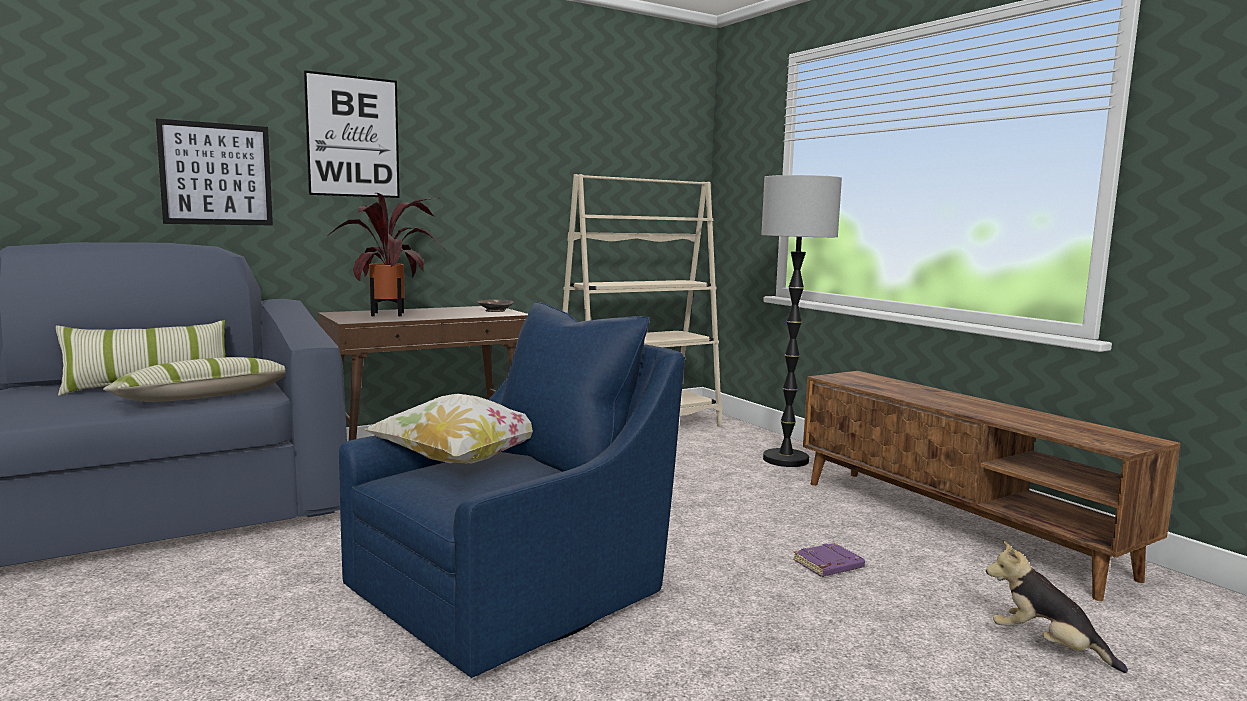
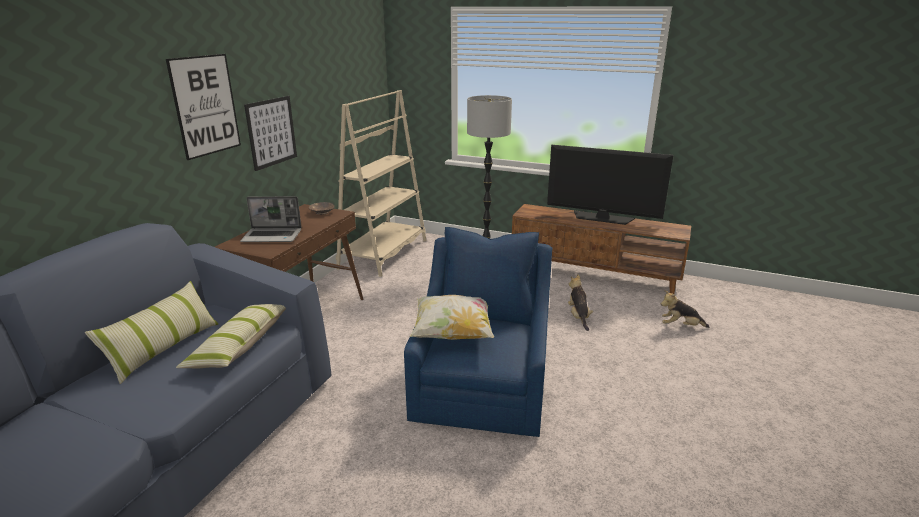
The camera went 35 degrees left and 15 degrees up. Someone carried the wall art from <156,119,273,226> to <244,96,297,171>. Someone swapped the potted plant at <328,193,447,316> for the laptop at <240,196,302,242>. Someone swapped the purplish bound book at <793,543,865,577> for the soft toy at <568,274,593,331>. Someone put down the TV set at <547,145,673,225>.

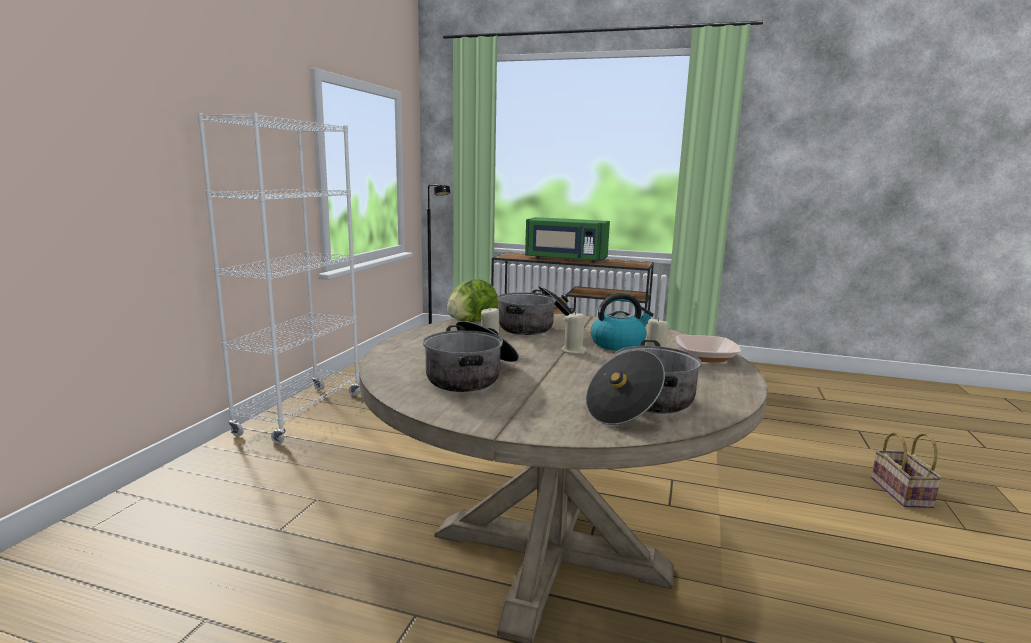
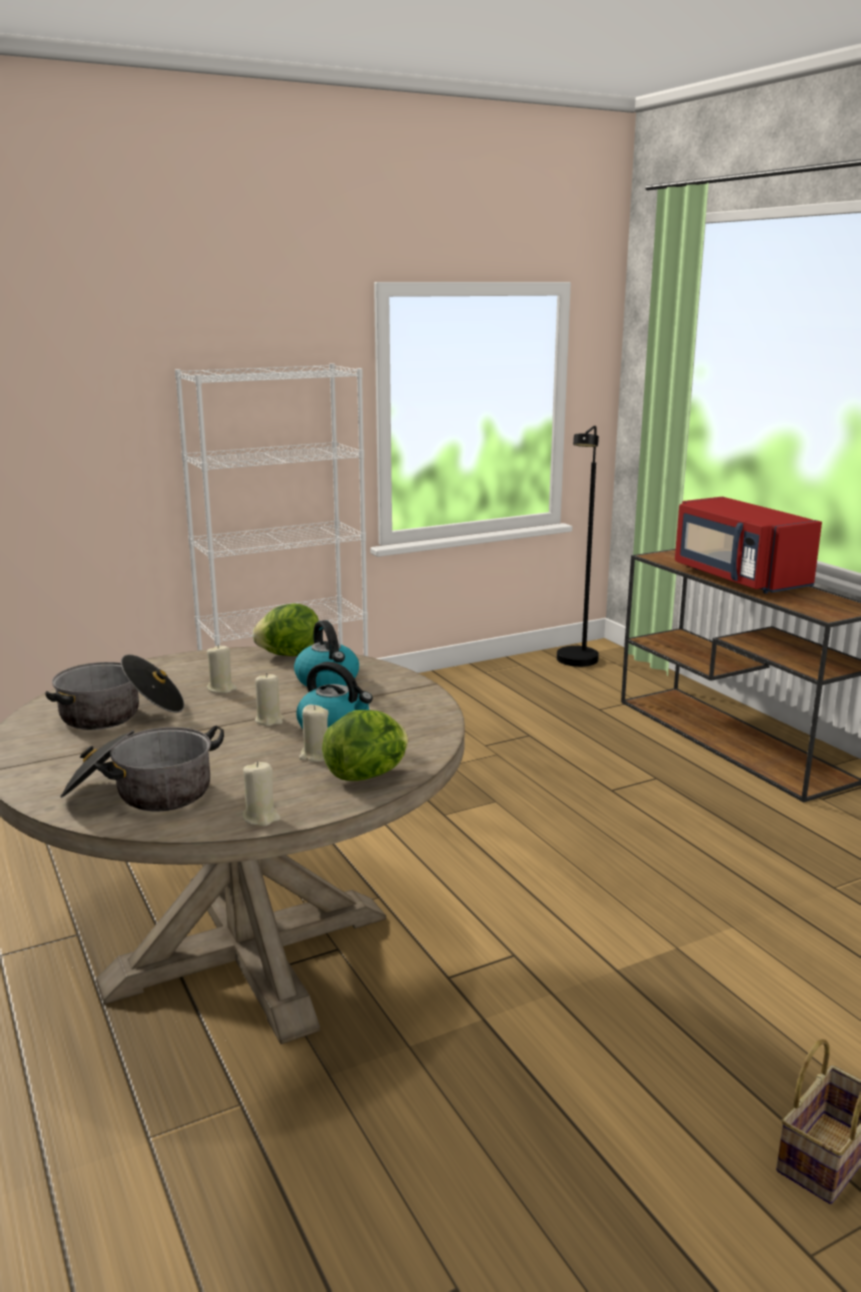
The camera went 45 degrees right and 5 degrees up. Someone repainted the greenish microwave oven at <525,217,610,263>, which became the red-coloured microwave oven at <675,497,822,594>. Someone swapped the saucepot at <497,286,573,335> for the water kettle at <294,620,359,688>. Someone swapped the deep dish at <675,335,741,363> for the lettuce at <322,710,408,781>. Someone put down the sand-coloured candle at <242,761,281,826>.

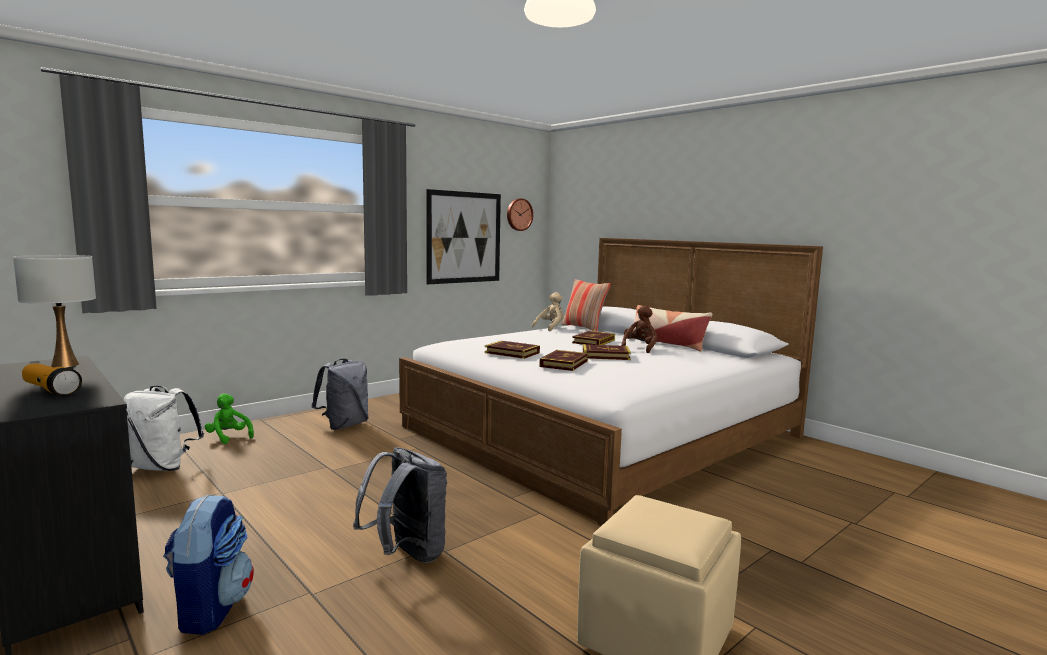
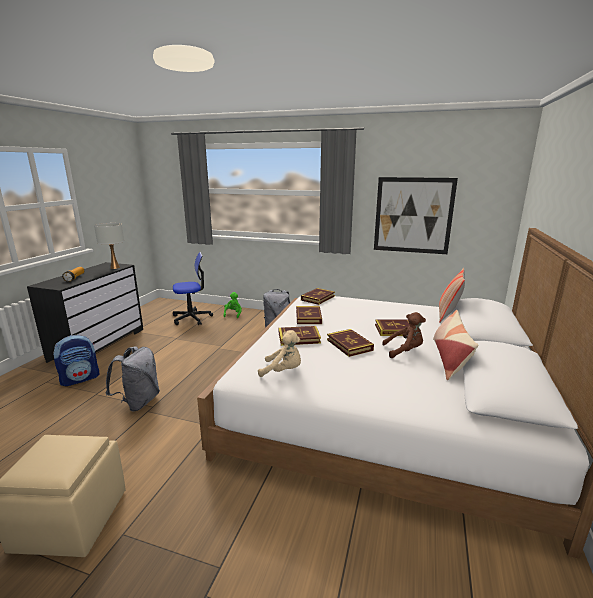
The camera went 60 degrees right and 10 degrees up. Someone took away the clock on the wall at <507,198,533,231>. Someone carried the sand-coloured soft toy from <532,292,563,331> to <258,330,301,377>. Someone swapped the white-coloured knapsack at <124,386,204,471> for the computer chair at <173,252,213,325>. Someone put down the bound book at <301,288,335,305>.

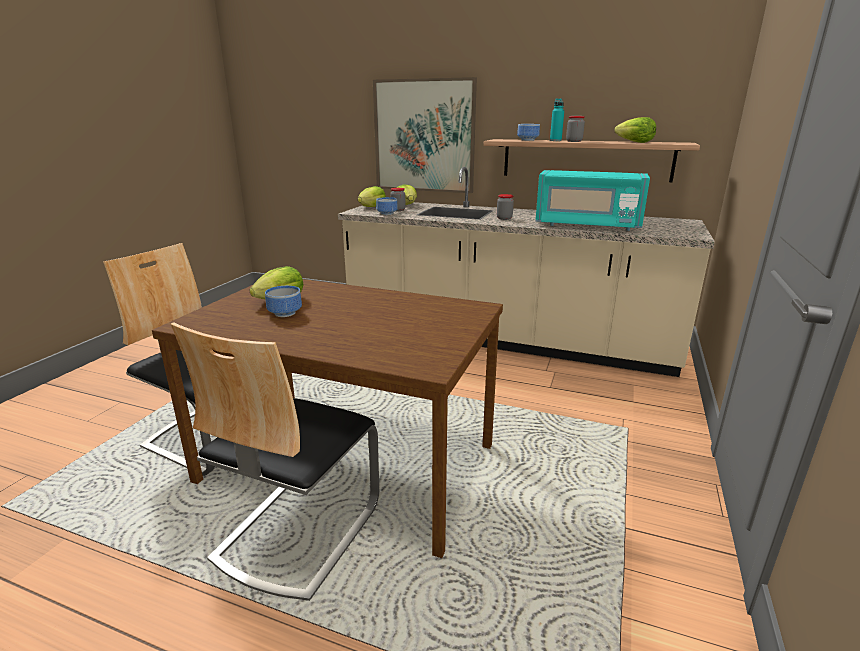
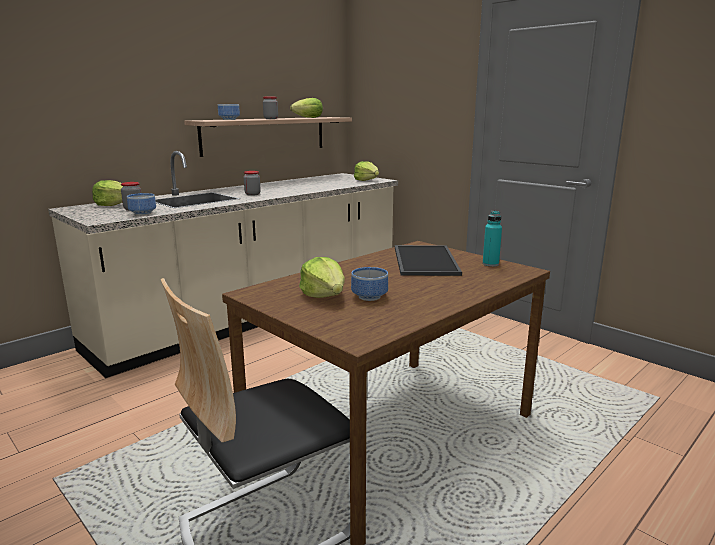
The camera went 65 degrees left and 5 degrees down. Someone took away the wall art at <373,77,477,193>. Someone carried the turquoise bottle from <550,98,564,141> to <483,211,502,267>. Someone took away the turquoise microwave oven at <536,170,650,231>. Someone carried the lettuce from <358,186,386,207> to <354,161,379,181>. Someone took away the chair at <171,322,379,601>. Someone put down the tray at <395,245,462,276>.

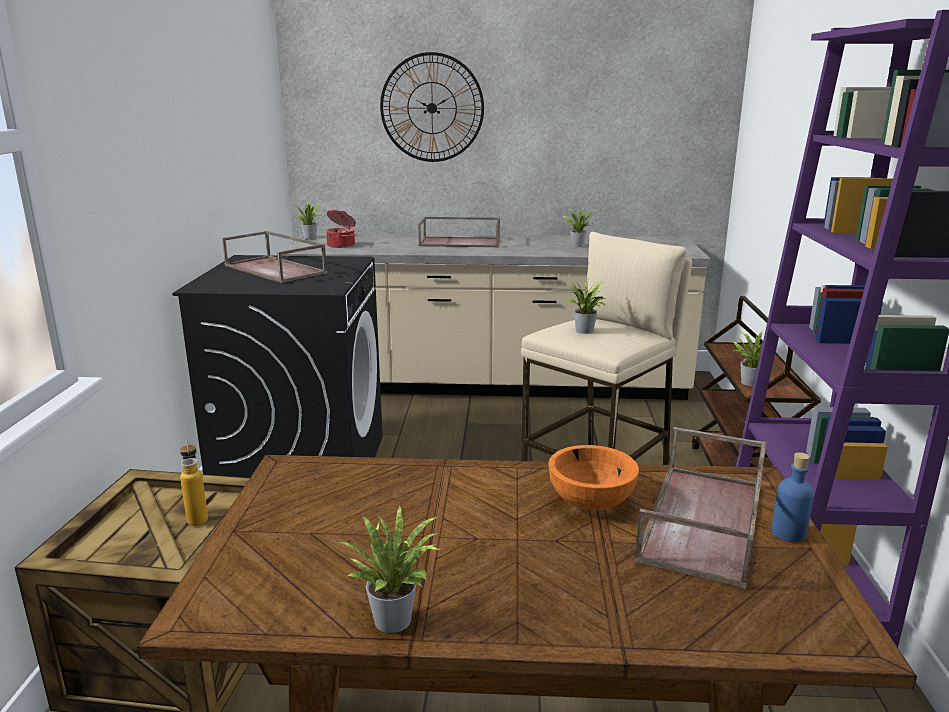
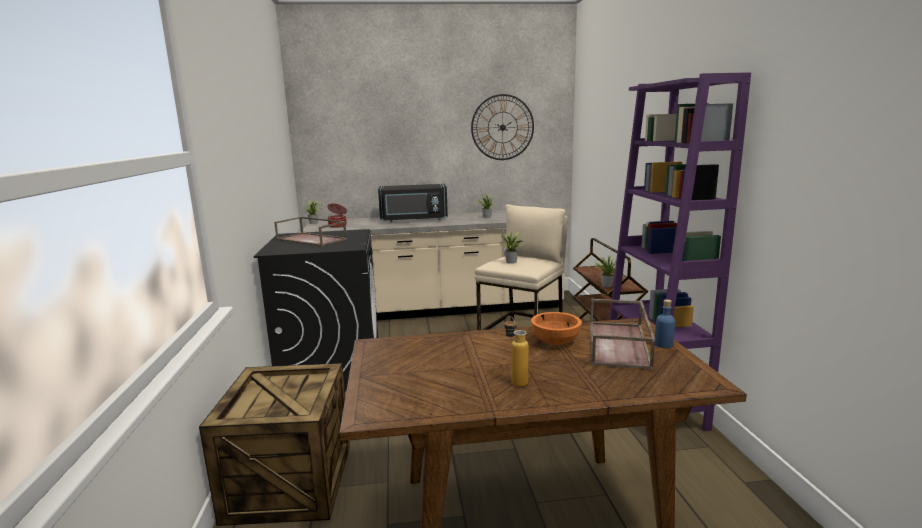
The camera went 10 degrees left and 5 degrees down. Someone carried the clock on the wall from <380,52,484,162> to <471,94,534,160>. Someone swapped the brown tray at <418,217,500,247> for the blackish microwave oven at <378,184,448,222>. Someone carried the bottle from <180,439,208,526> to <504,316,528,387>. Someone took away the potted plant at <339,506,440,633>.

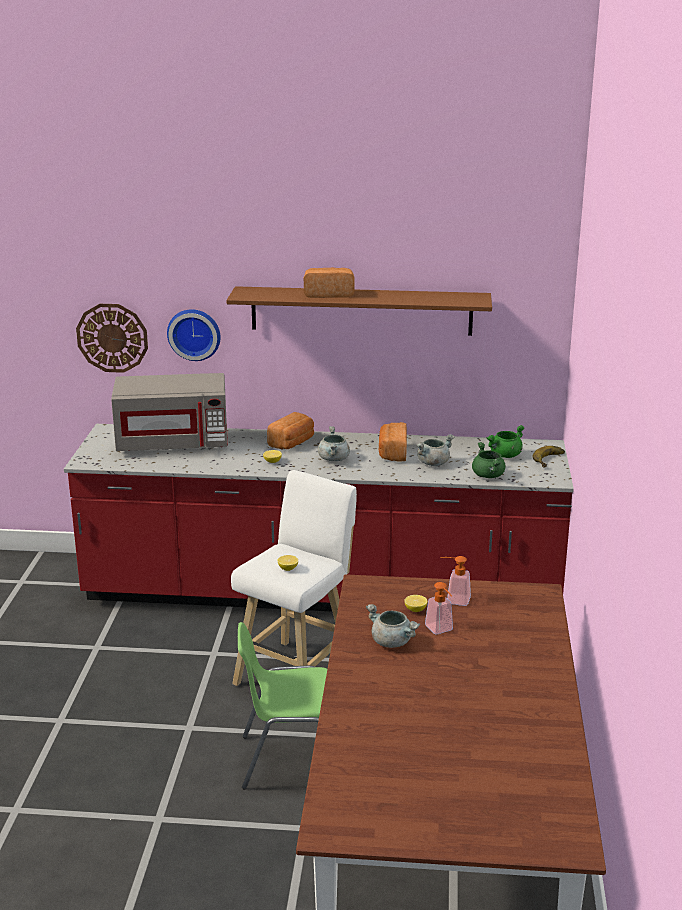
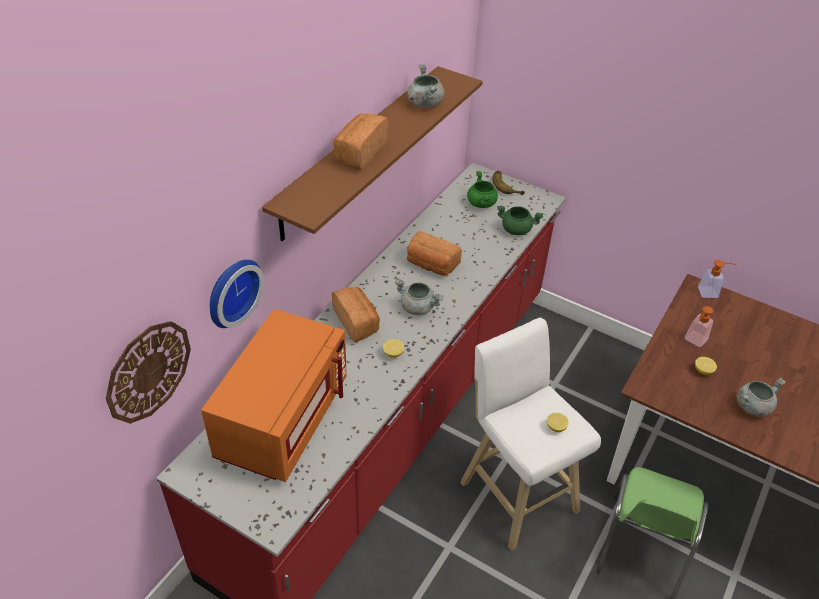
The camera went 65 degrees left and 20 degrees up. Someone repainted the gray microwave oven at <111,373,228,451>, which became the orange microwave oven at <201,309,347,482>. Someone carried the gray saucepot from <416,434,454,466> to <408,64,445,108>. Someone carried the soap dispenser from <425,582,453,634> to <698,260,737,298>.

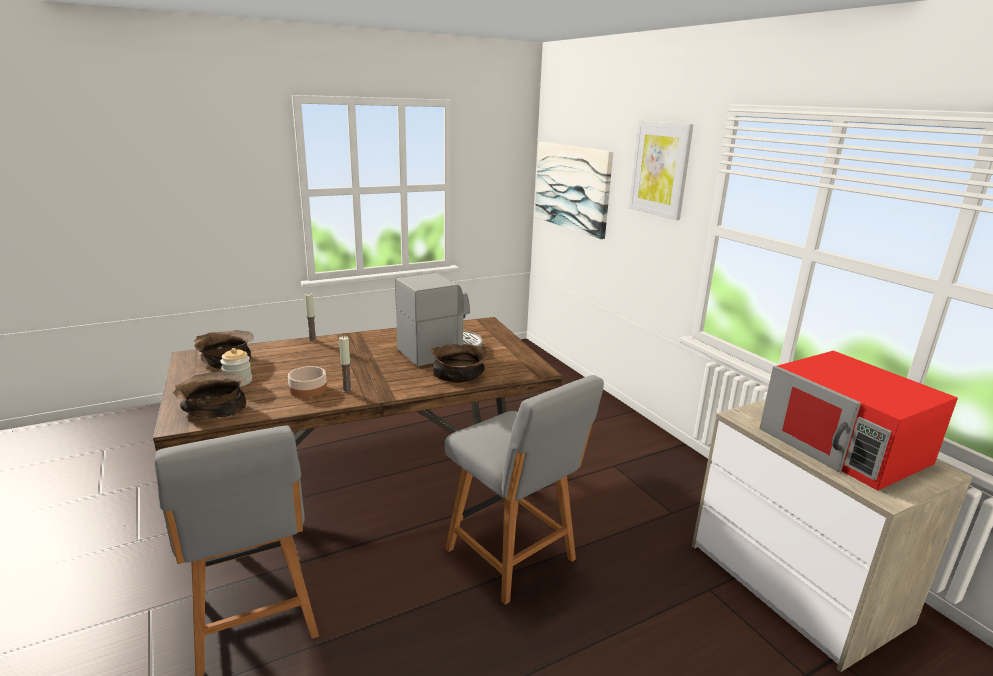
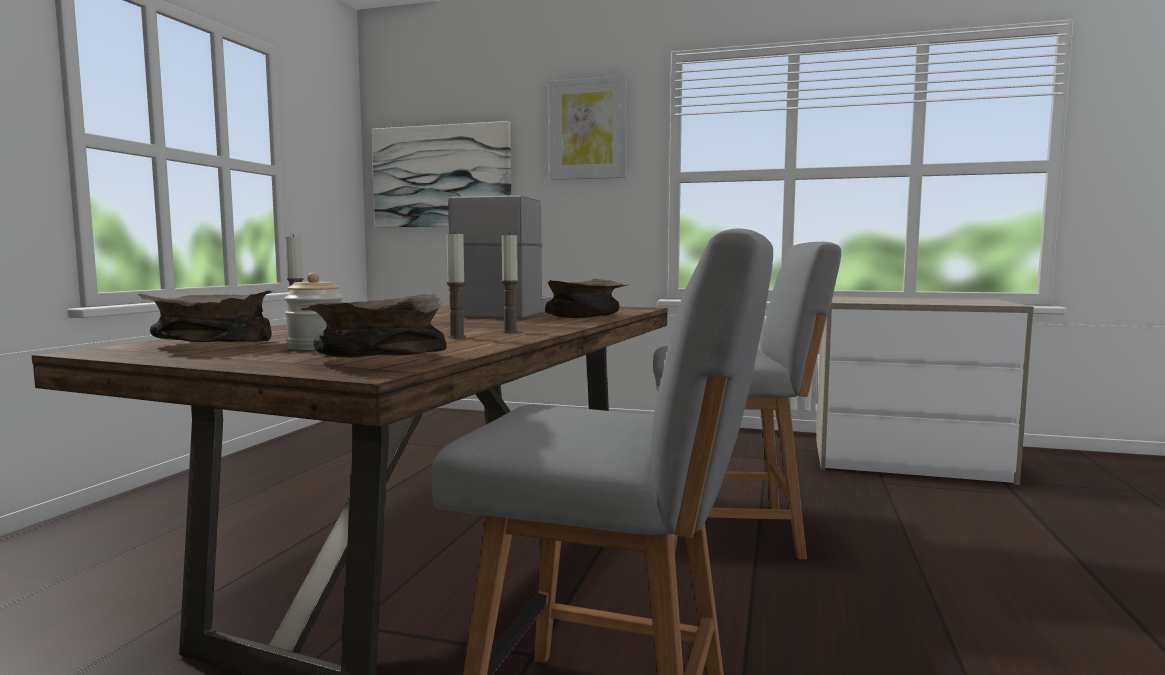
The camera went 45 degrees left and 15 degrees down. Someone took away the red-coloured microwave oven at <759,351,958,491>. Someone swapped the deep dish at <288,366,327,398> for the candle at <447,231,466,338>.

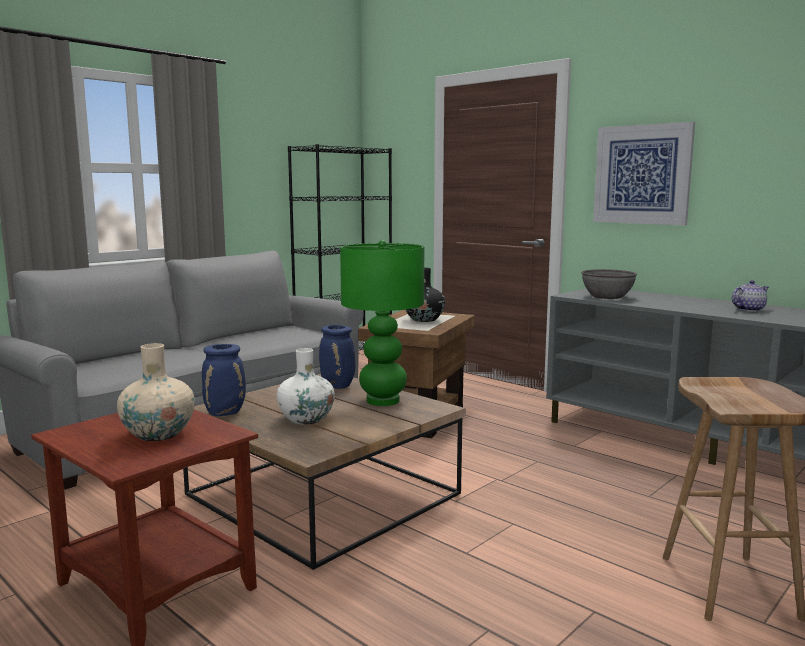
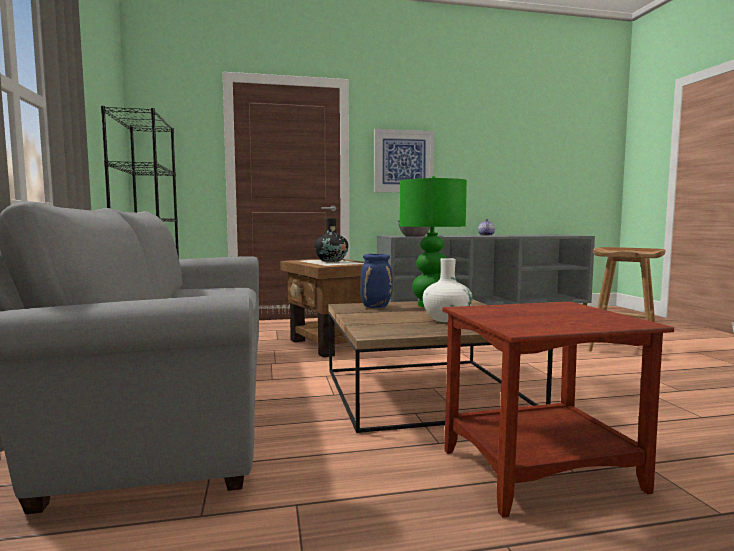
The camera went 55 degrees left and 5 degrees down. Someone took away the sand-coloured vase at <117,343,195,441>. Someone took away the bluish vase at <202,344,246,416>.

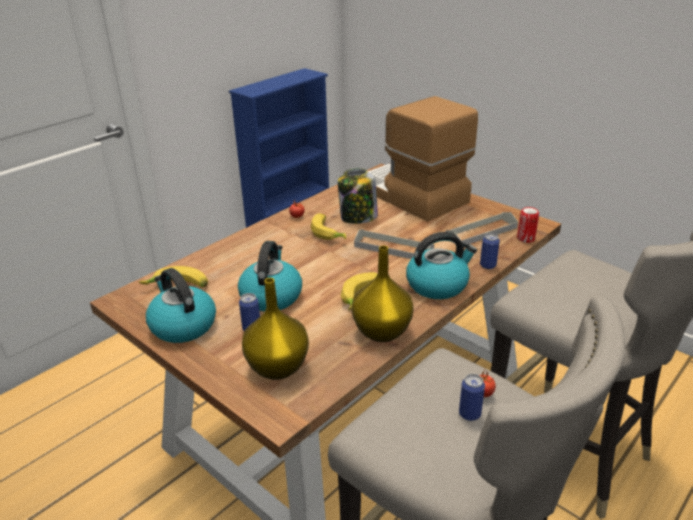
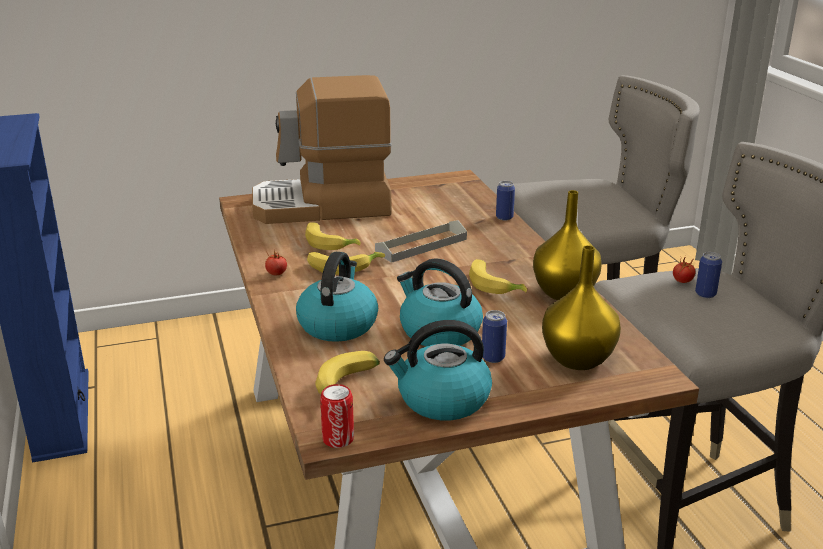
The camera went 60 degrees left and 5 degrees down. Someone swapped the preserve jar at <338,168,378,224> for the whole banana at <305,222,361,250>. Someone carried the metal can from <517,207,539,243> to <320,384,354,448>. Someone took away the gray tray at <446,212,518,244>. Someone carried the water kettle from <406,232,477,299> to <296,252,378,342>.

